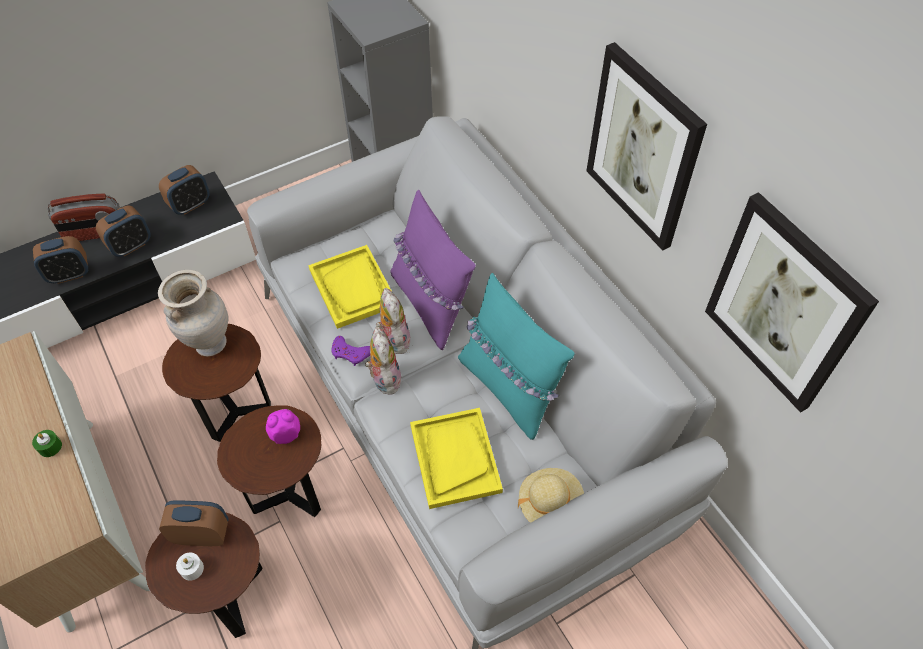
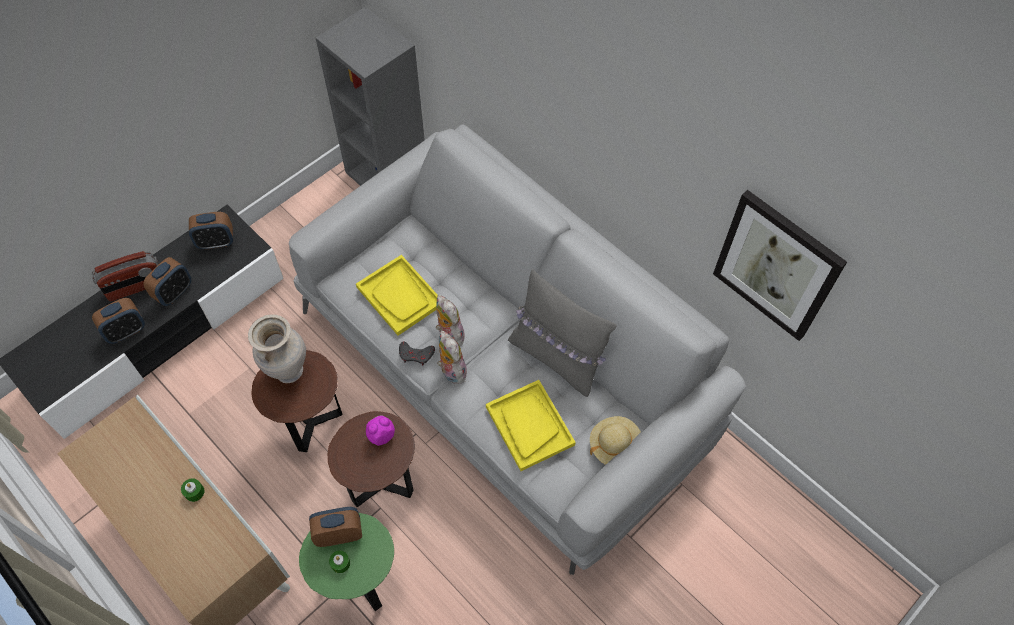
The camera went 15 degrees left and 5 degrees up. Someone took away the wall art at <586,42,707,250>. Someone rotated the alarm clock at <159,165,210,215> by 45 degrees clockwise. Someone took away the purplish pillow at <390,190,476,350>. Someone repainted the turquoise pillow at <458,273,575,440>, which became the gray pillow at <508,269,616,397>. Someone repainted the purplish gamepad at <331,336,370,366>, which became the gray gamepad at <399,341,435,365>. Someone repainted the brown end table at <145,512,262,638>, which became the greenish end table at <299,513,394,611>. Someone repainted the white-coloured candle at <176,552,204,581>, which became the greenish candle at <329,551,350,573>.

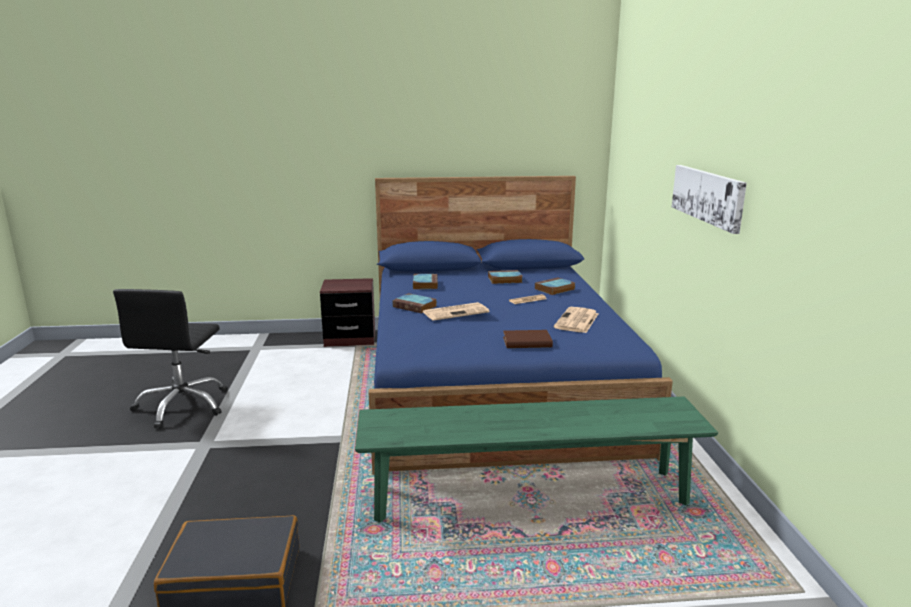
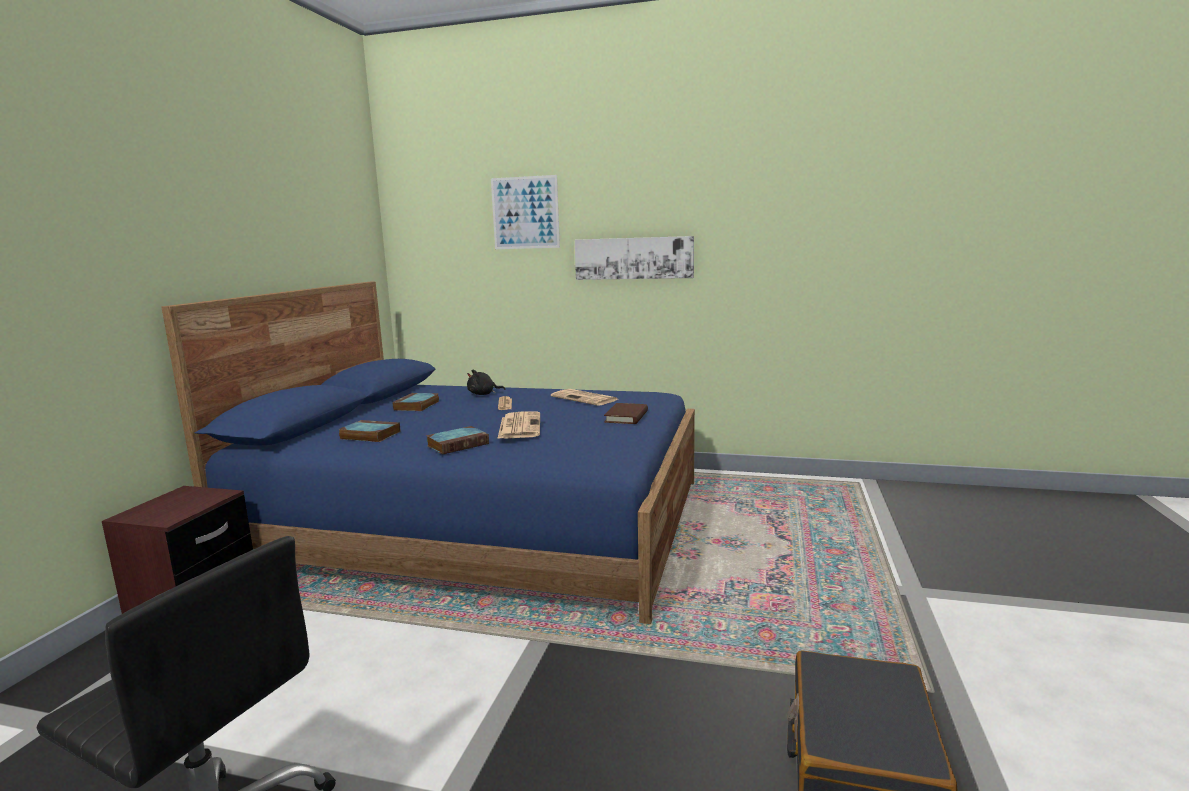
The camera went 70 degrees left and 5 degrees down. Someone swapped the bound book at <535,277,575,295> for the blackish soft toy at <467,370,506,395>. Someone took away the greenish long seat at <355,397,718,523>. Someone put up the wall art at <491,175,560,249>.

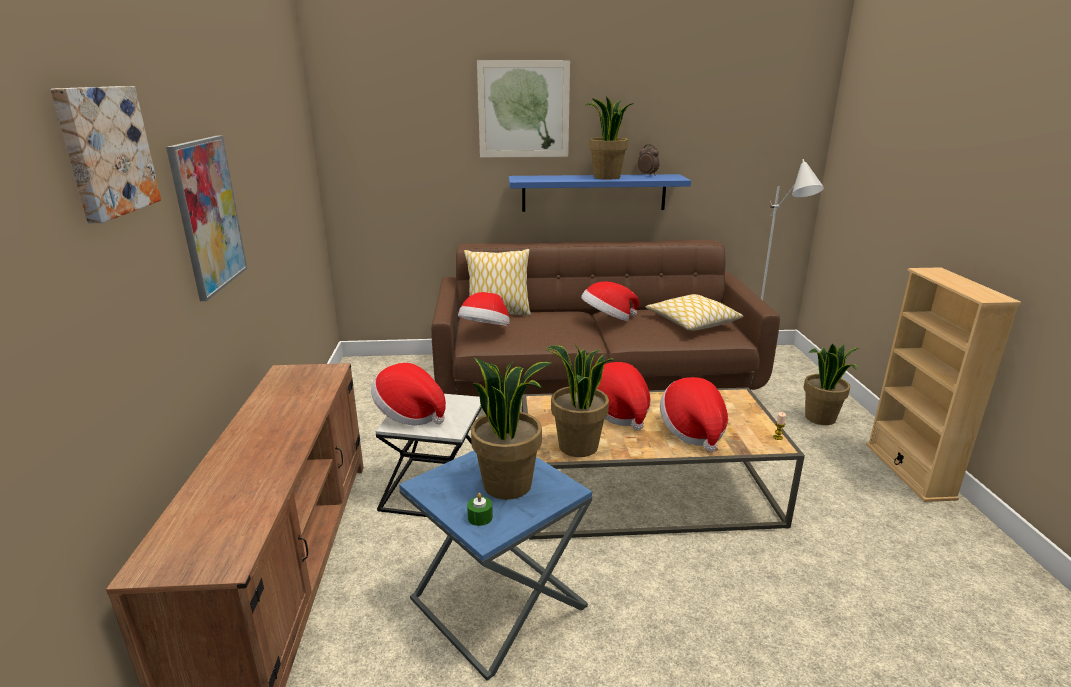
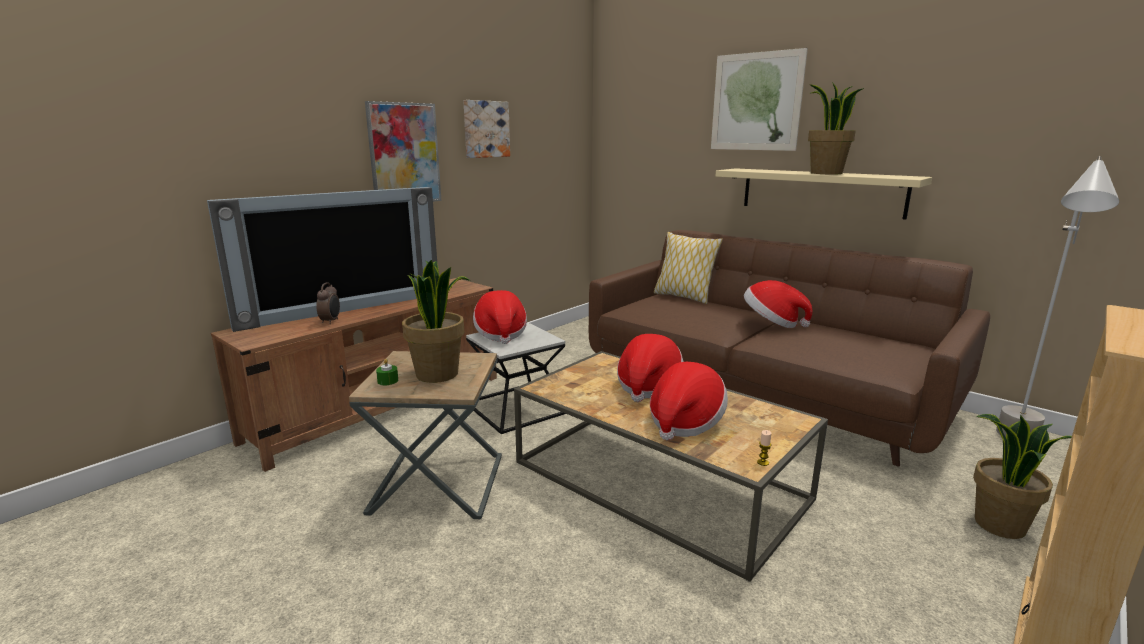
The camera went 45 degrees right and 5 degrees down. Someone carried the wall art from <50,86,161,223> to <463,100,510,158>. Someone carried the alarm clock from <638,144,660,176> to <316,283,340,324>. Someone repainted the bluish bracket shelf at <509,174,691,212>, which became the sand-coloured bracket shelf at <716,168,932,220>. Someone took away the wearable hat at <458,292,510,326>. Someone took away the pillow at <646,294,743,331>. Someone took away the potted plant at <545,343,616,457>. Someone repainted the bluish end table at <399,451,592,680>, which became the brown end table at <349,351,502,520>. Someone put down the TV set at <207,187,437,332>.

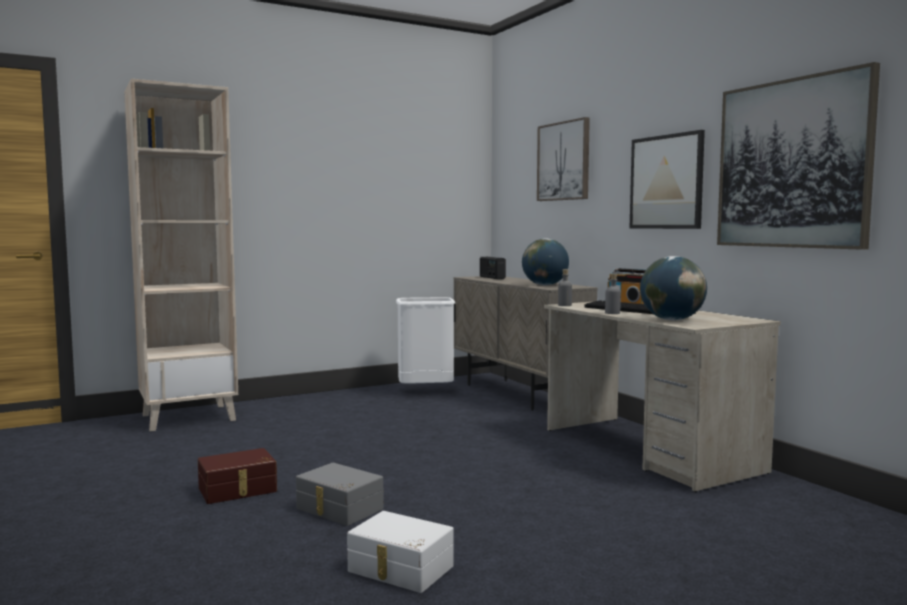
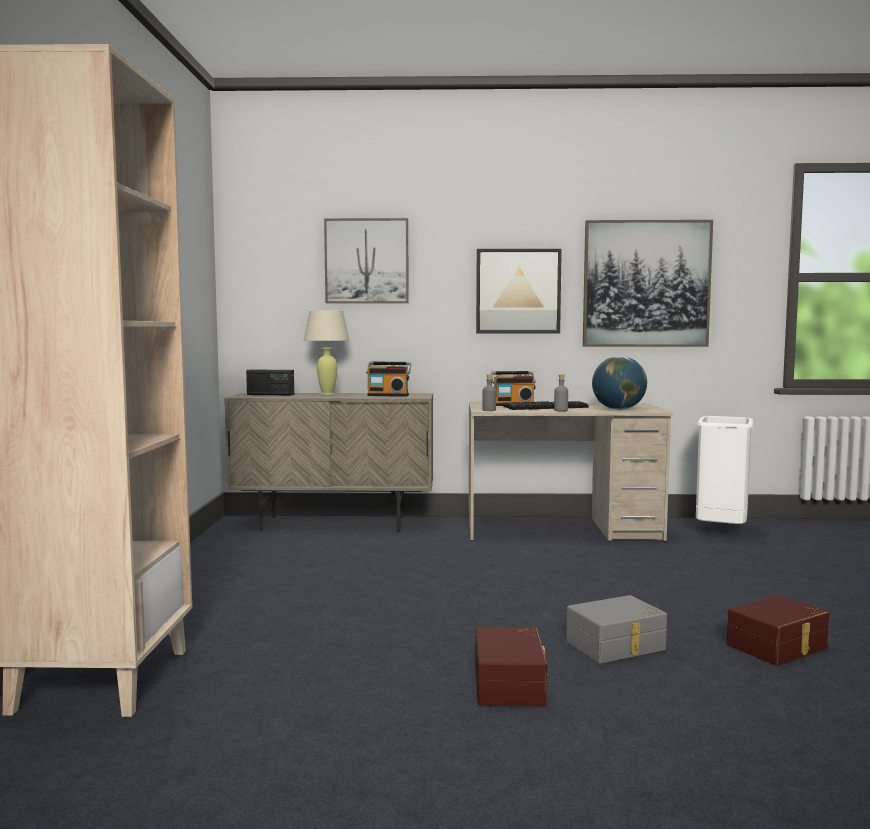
The camera went 60 degrees left and 0 degrees up. Someone swapped the globe at <522,239,569,285> for the radio receiver at <366,362,411,397>. Someone carried the white-coloured trash can from <396,297,455,383> to <696,416,754,524>. Someone repainted the white-coloured storage box at <347,511,454,593>, which became the brown storage box at <727,595,829,666>. Someone put down the sand-coloured table lamp at <304,311,350,395>.

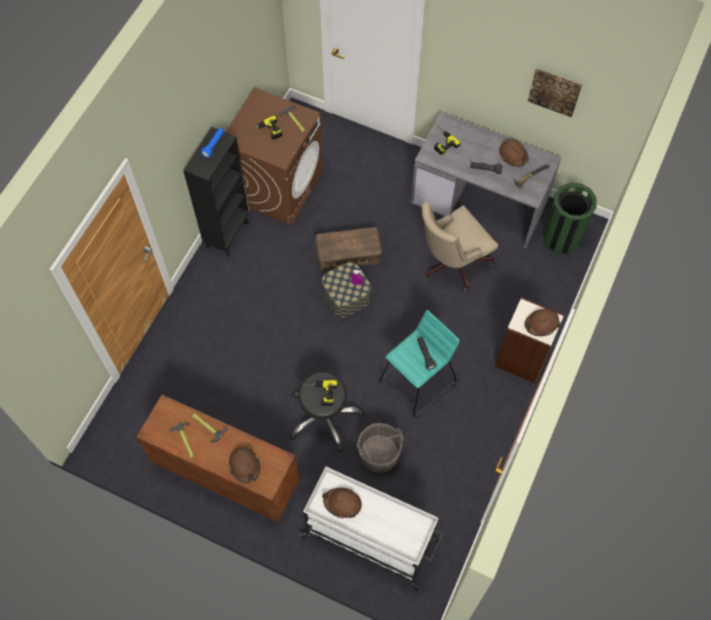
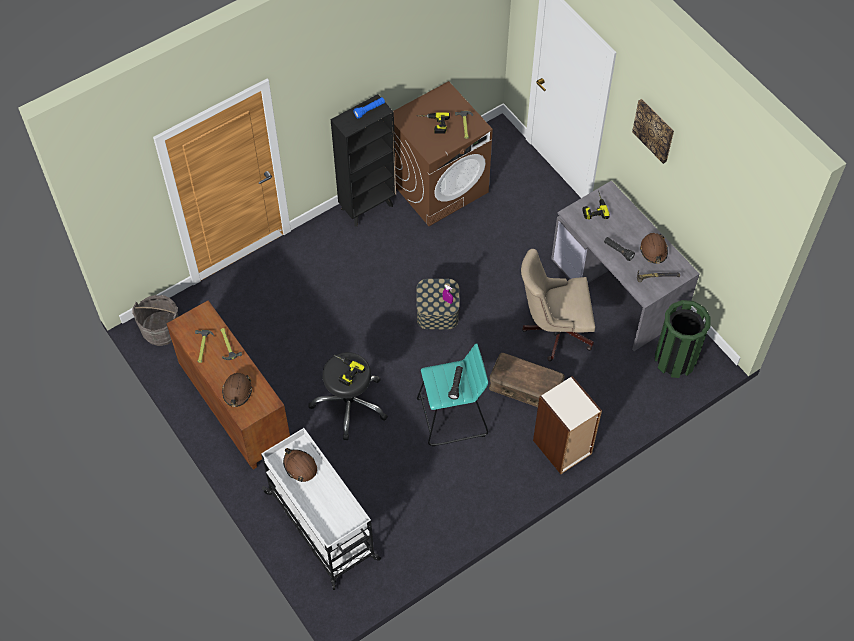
The camera went 30 degrees right and 5 degrees down. Someone carried the wall art from <528,68,582,117> to <632,99,674,164>. Someone carried the brown storage box from <315,227,382,270> to <489,353,565,407>. Someone took away the brown hard hat at <525,308,560,336>. Someone carried the gray pail from <357,423,404,473> to <132,295,178,346>.

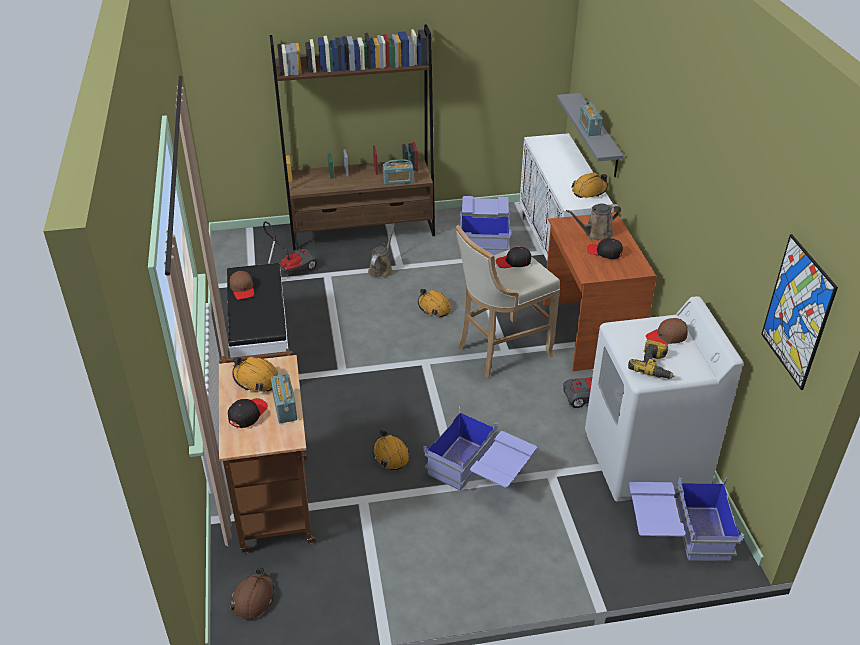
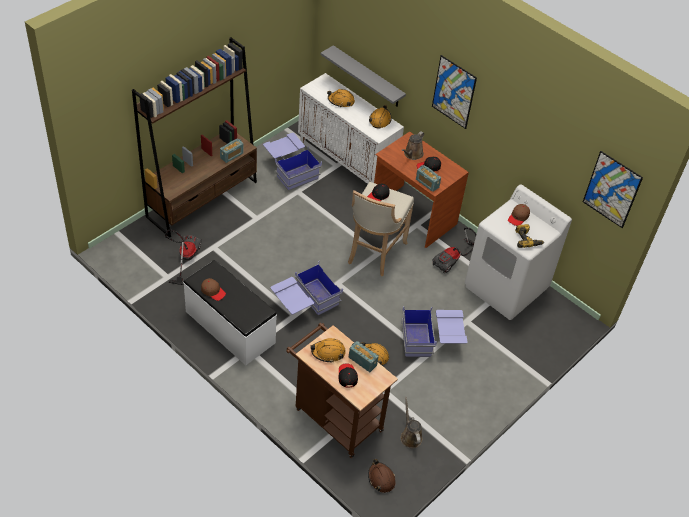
The camera went 40 degrees left and 10 degrees up. Someone carried the radio receiver from <579,102,603,136> to <416,165,441,192>. Someone carried the brown watering can from <368,227,394,278> to <401,397,422,448>. Someone carried the orange hard hat from <418,289,451,317> to <327,89,355,108>. Someone carried the bluish storage box from <629,477,744,561> to <270,263,343,315>. Someone put up the wall art at <432,55,477,129>.

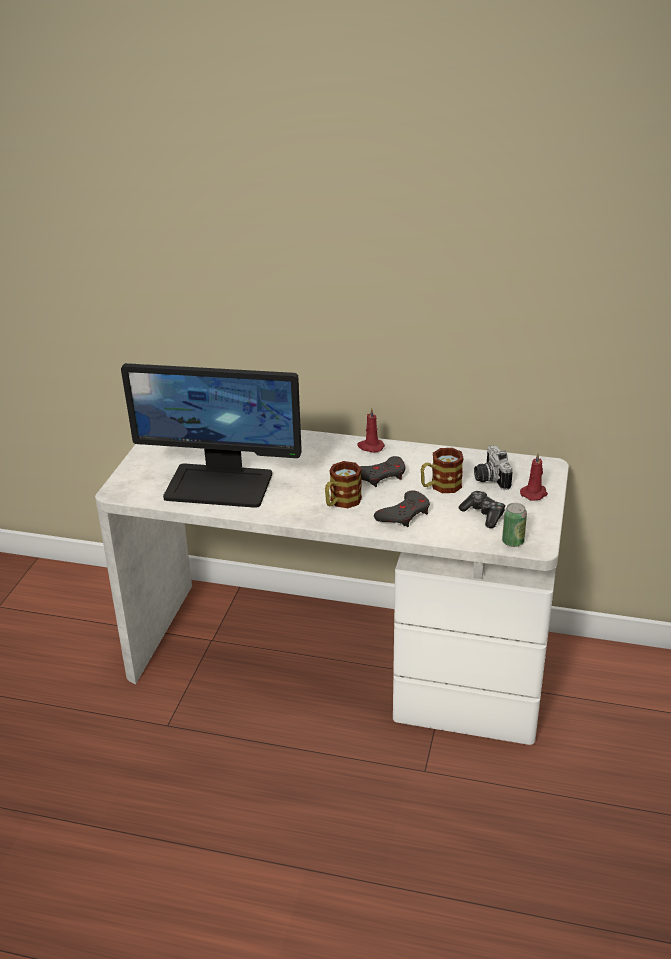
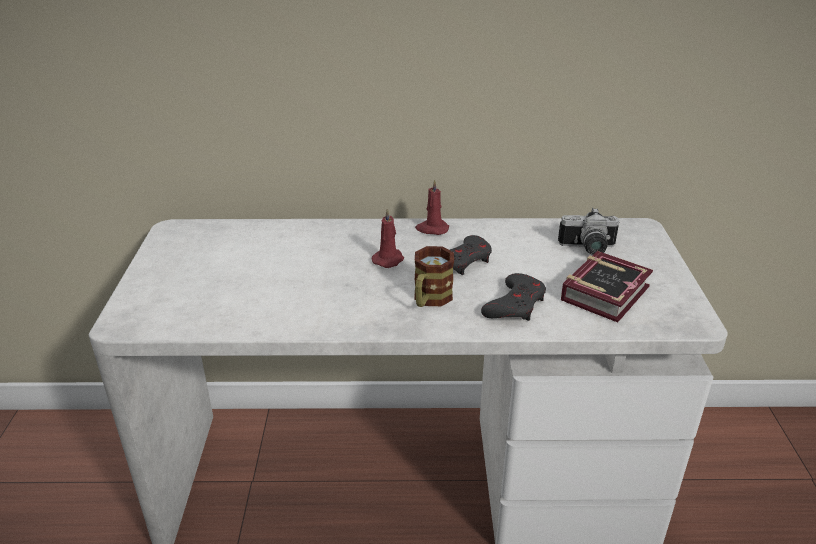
The camera went 15 degrees left and 0 degrees up. Someone took away the monitor at <121,363,302,508>. Someone rotated the still camera at <474,445,512,490> by 60 degrees counterclockwise. Someone took away the coffee mug at <421,448,464,493>. Someone carried the red-coloured candle from <520,453,548,501> to <372,208,404,268>. Someone swapped the gamepad at <459,491,505,528> for the bound book at <561,251,653,322>. Someone took away the metal can at <502,503,527,547>.

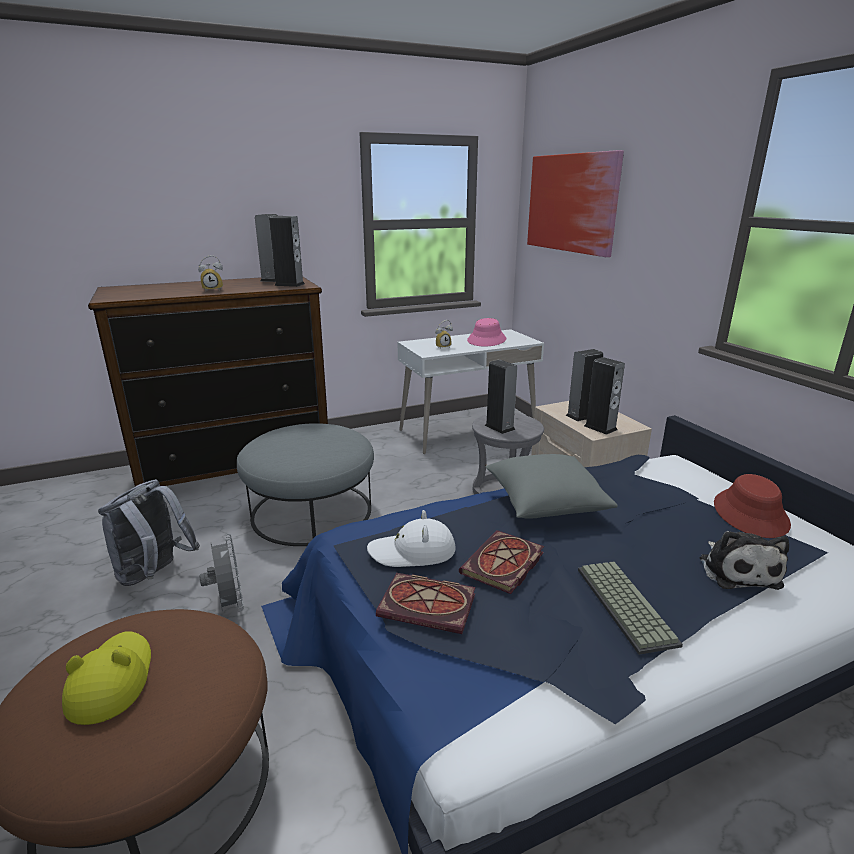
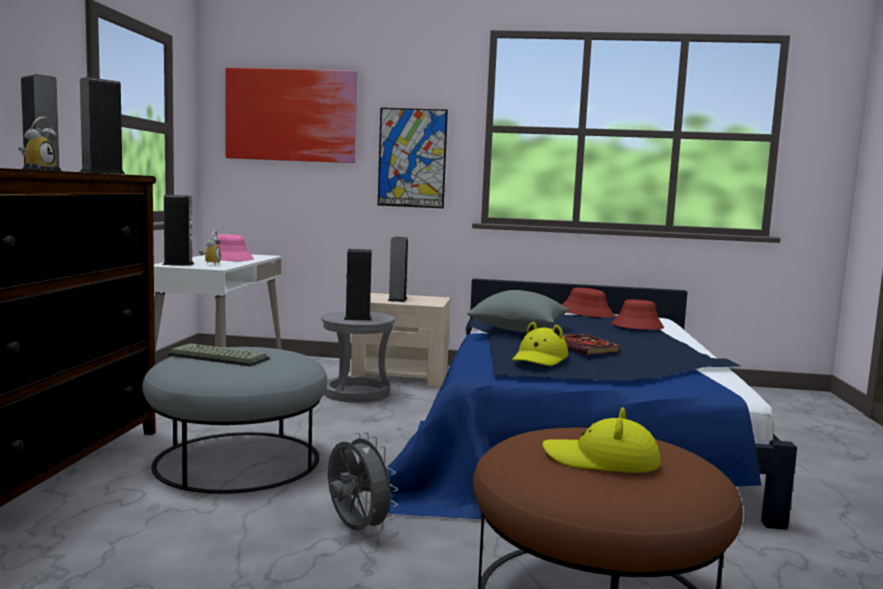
The camera went 60 degrees left and 15 degrees down. Someone carried the speaker from <584,357,625,435> to <163,195,194,266>. Someone took away the gray knapsack at <98,479,200,586>. Someone repainted the white-coloured wearable hat at <367,510,455,567>, which became the yellow wearable hat at <512,322,568,366>. Someone swapped the soft toy at <700,531,789,590> for the red-coloured wearable hat at <612,300,664,330>. Someone rotated the gray fan at <199,534,244,612> by 45 degrees clockwise. Someone carried the PC keyboard from <578,561,683,655> to <168,343,269,366>. Someone took away the bound book at <376,573,475,634>. Someone put up the wall art at <378,108,448,208>.

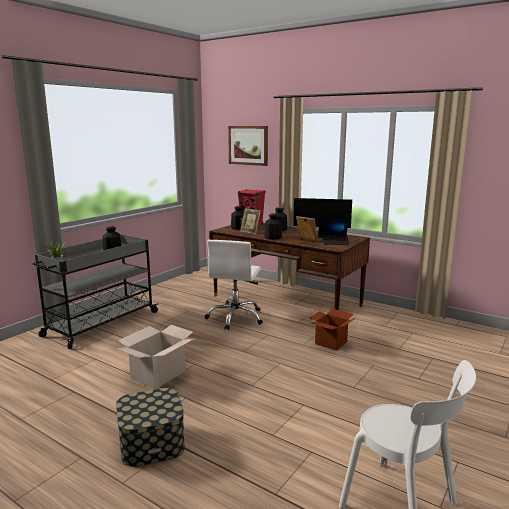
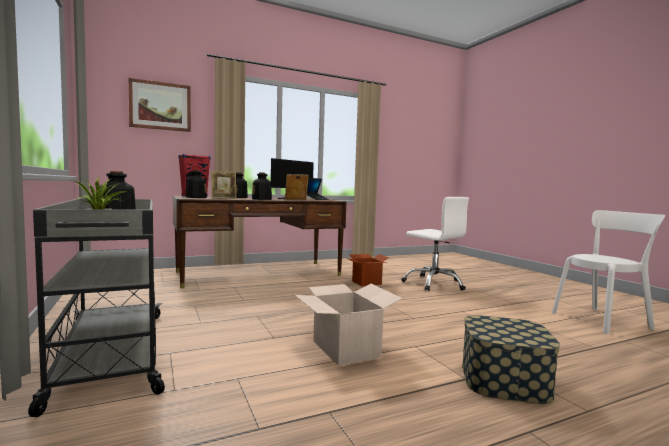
The camera went 60 degrees left and 10 degrees down. Someone carried the white-coloured computer chair from <205,240,263,330> to <401,197,469,291>.

